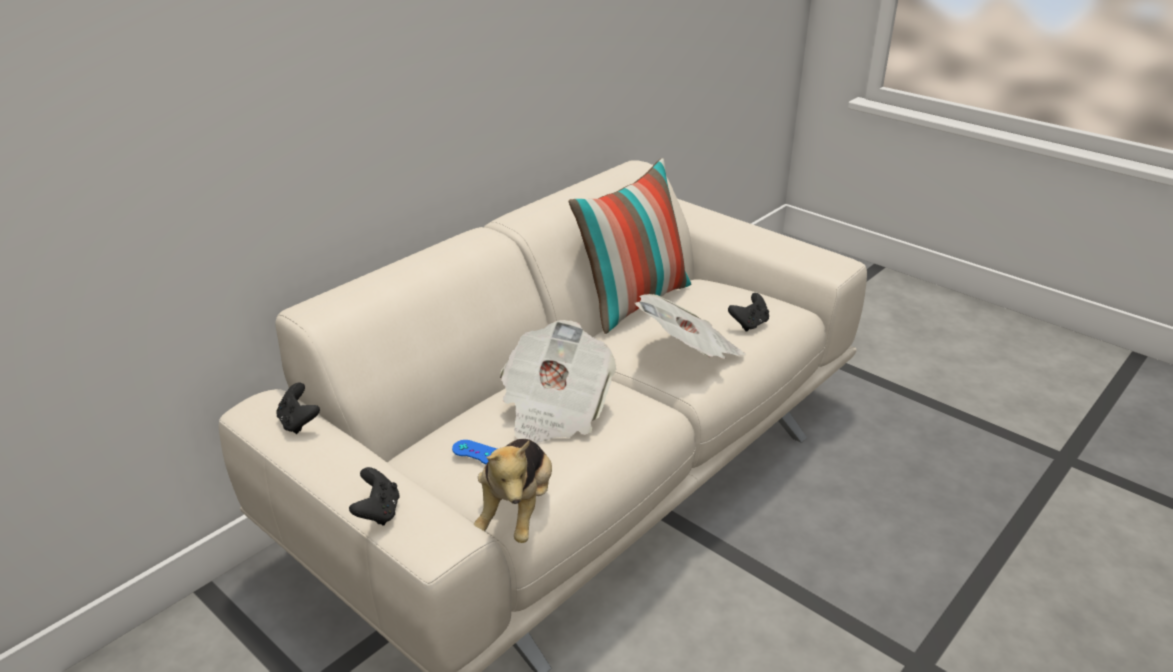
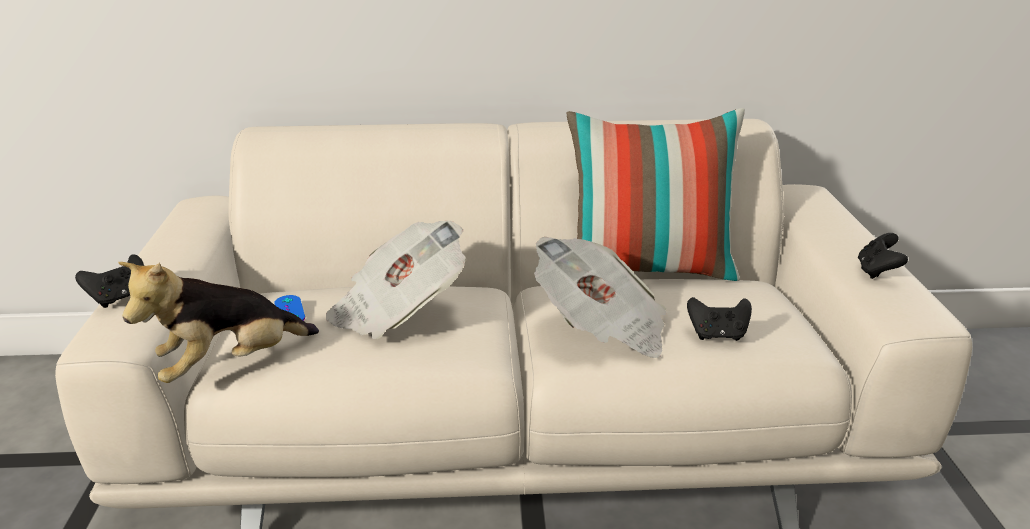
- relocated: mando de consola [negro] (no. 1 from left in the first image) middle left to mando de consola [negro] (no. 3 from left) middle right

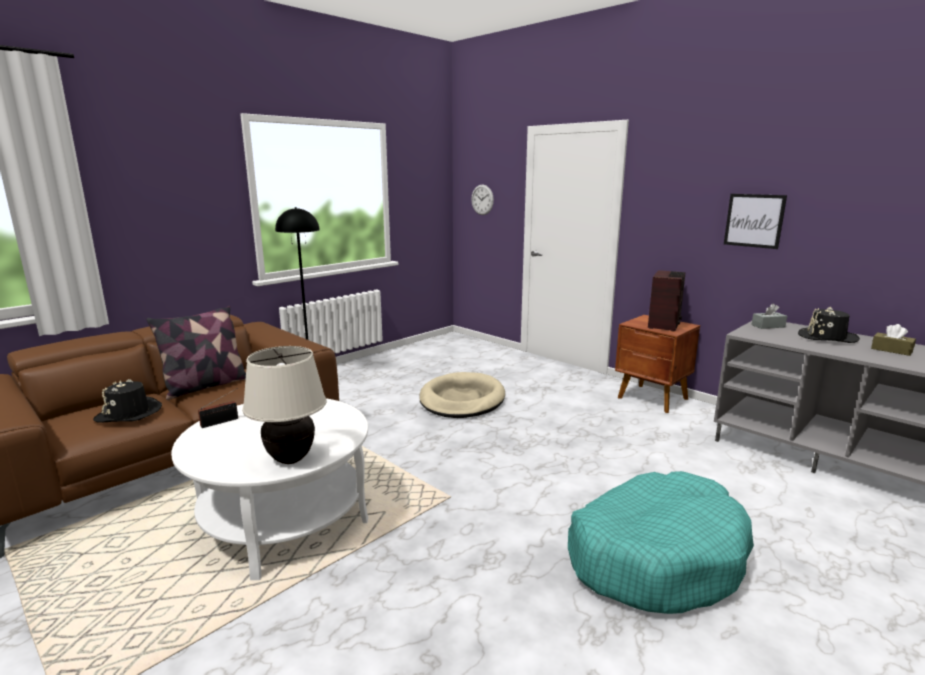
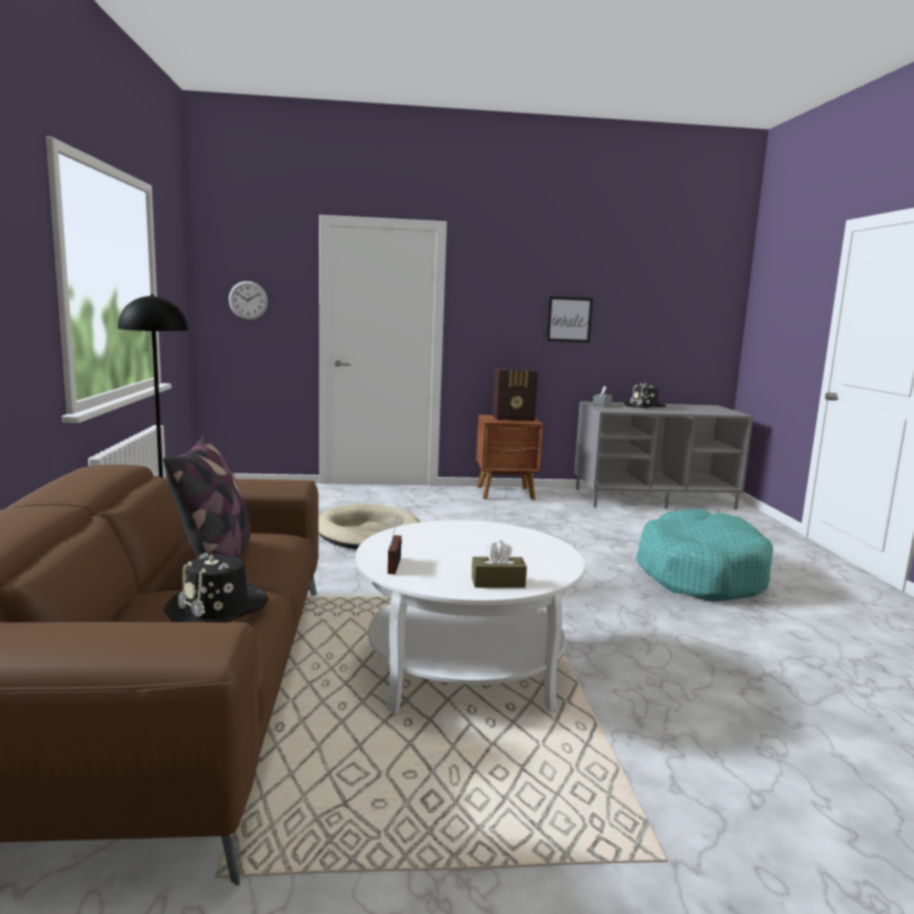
- relocated: caja de pañuelos [marrón] middle right to centre
- spun: radio (no. 2 from left) middle right = centre 105 degrees clockwise
- missing: lámpara de mesa [beis] middle left

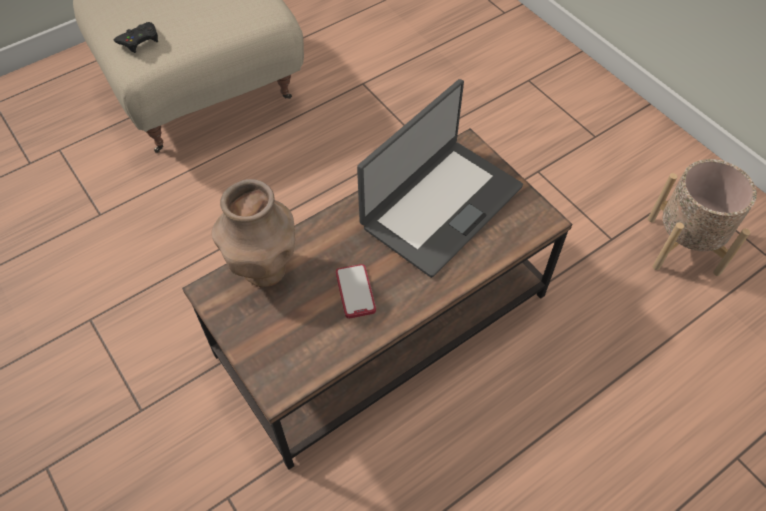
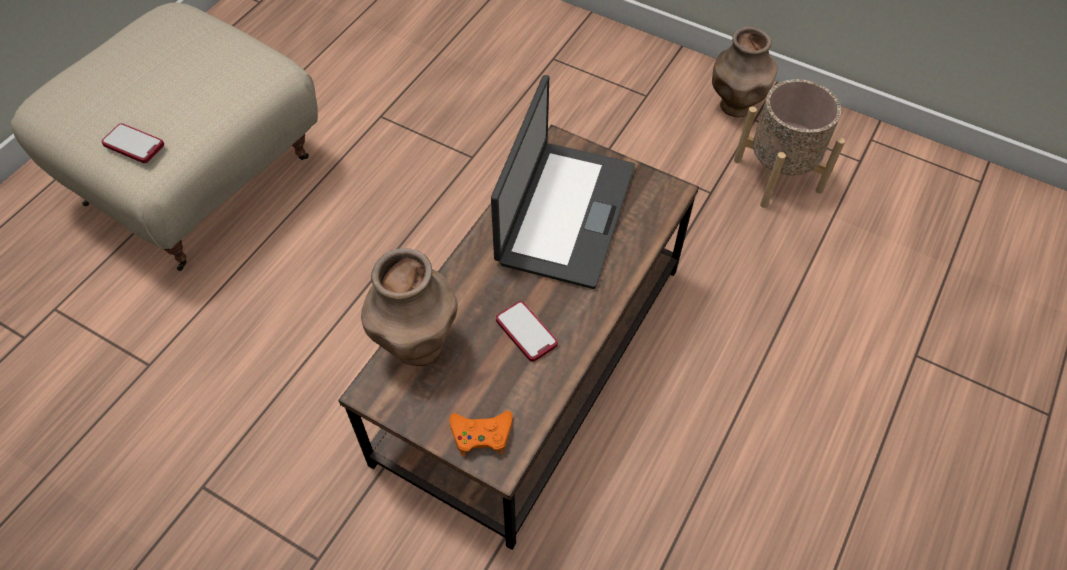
- exchanged: mando de consola [negro] top left to móvil (no. 1 from left) top left
- appeared: mando de consola [naranja] bottom centre
- appeared: florero [marrón] (no. 2 from left) top right

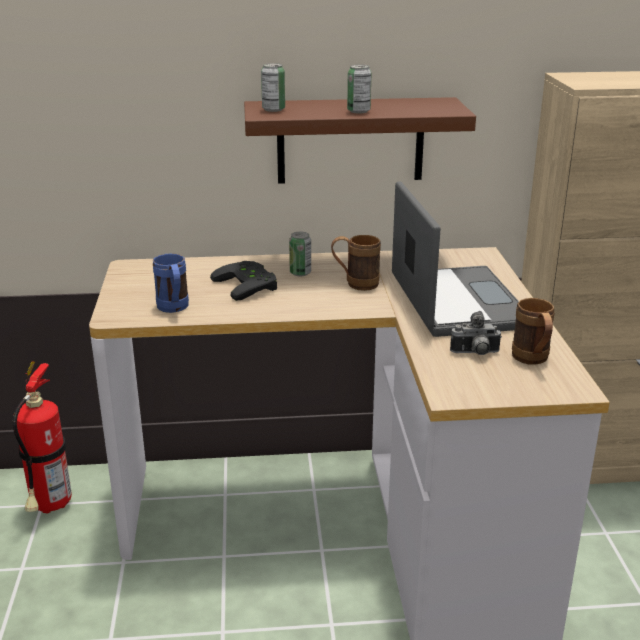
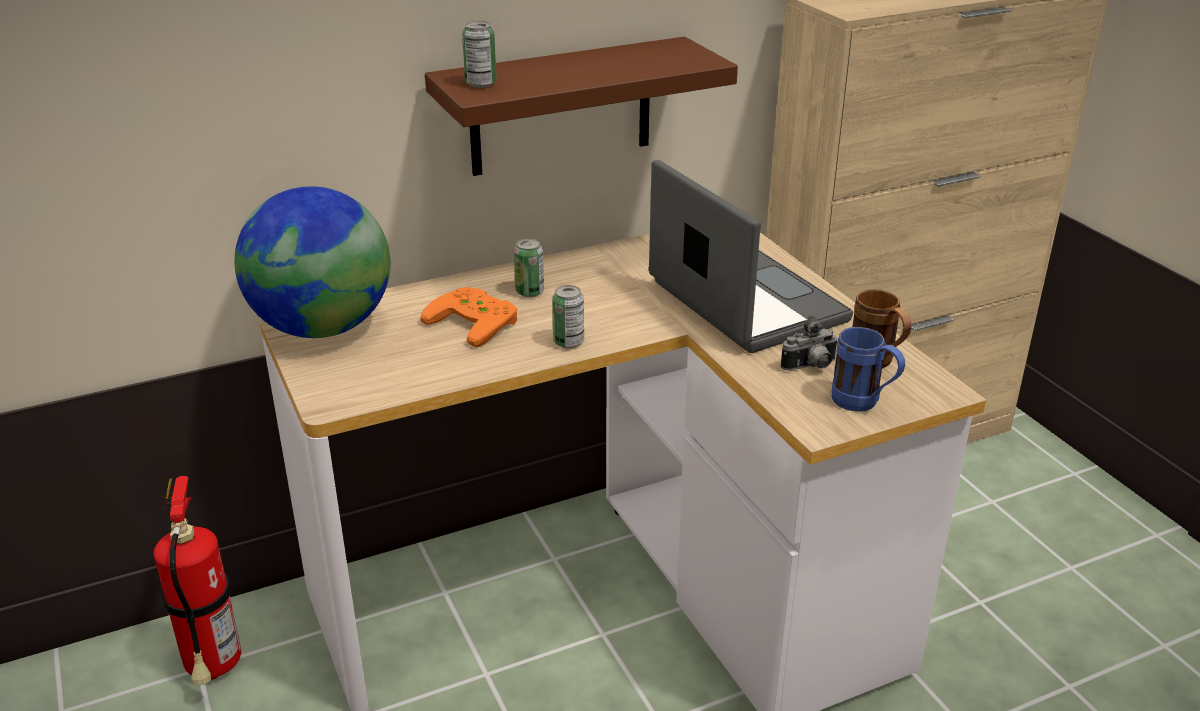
- appeared: globo terráqueo middle left
- colour: mando de consola [negro] centre to mando de consola [naranja] centre
- relocated: lata (no. 3 from left) top centre to centre
- relocated: taza grande [azul] middle left to middle right
- missing: taza grande [marrón] (no. 1 from left) centre

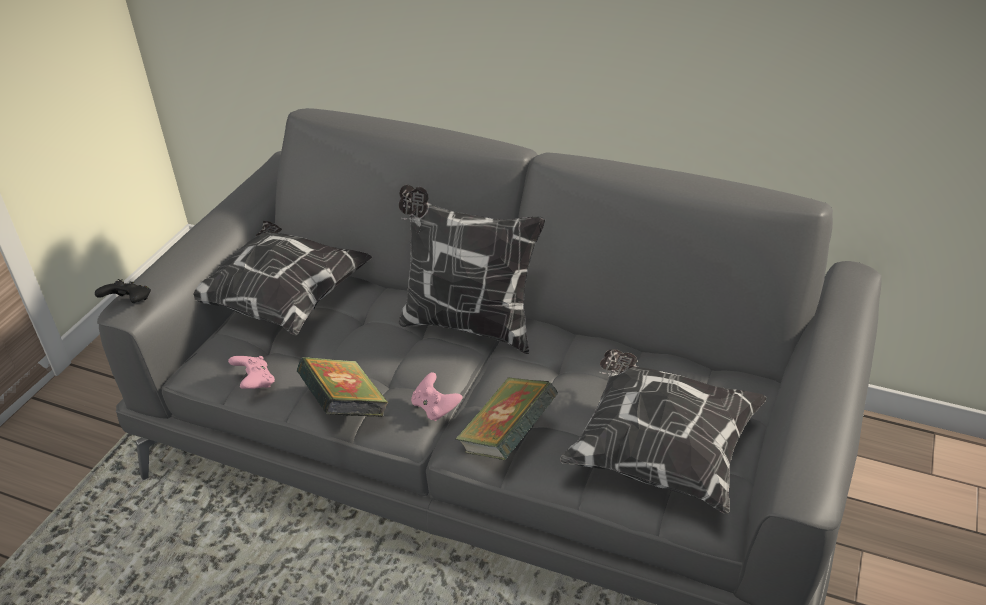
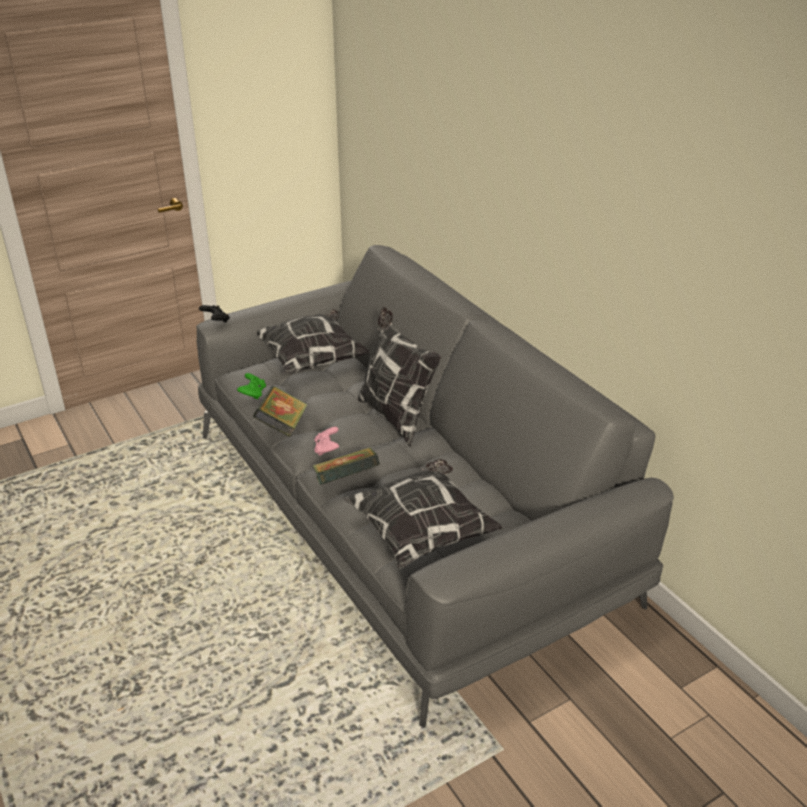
- colour: mando de consola [rosa] (no. 1 from left) middle left to mando de consola [verde] middle left

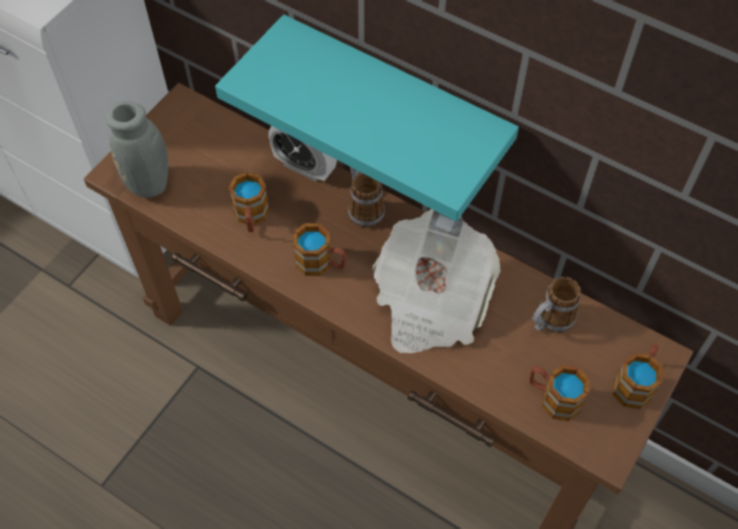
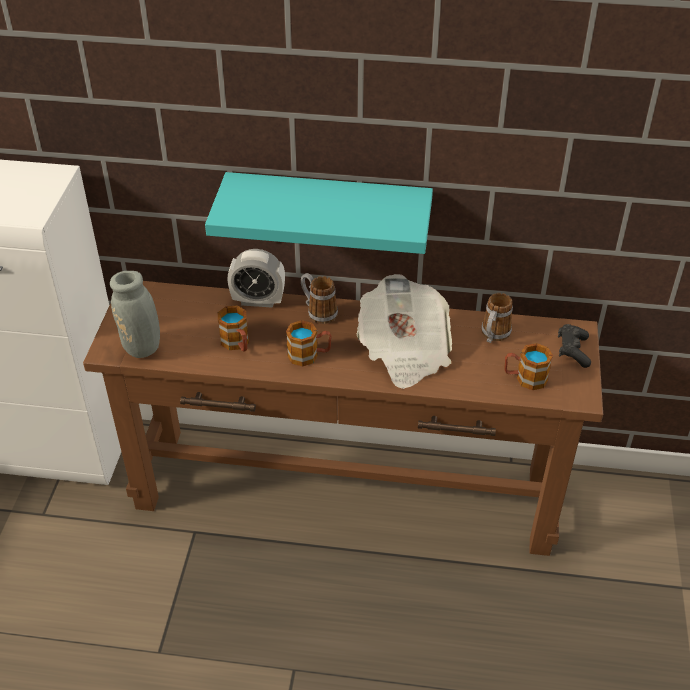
- exchanged: taza grande (no. 6 from left) bottom right to mando de consola [negro] middle right

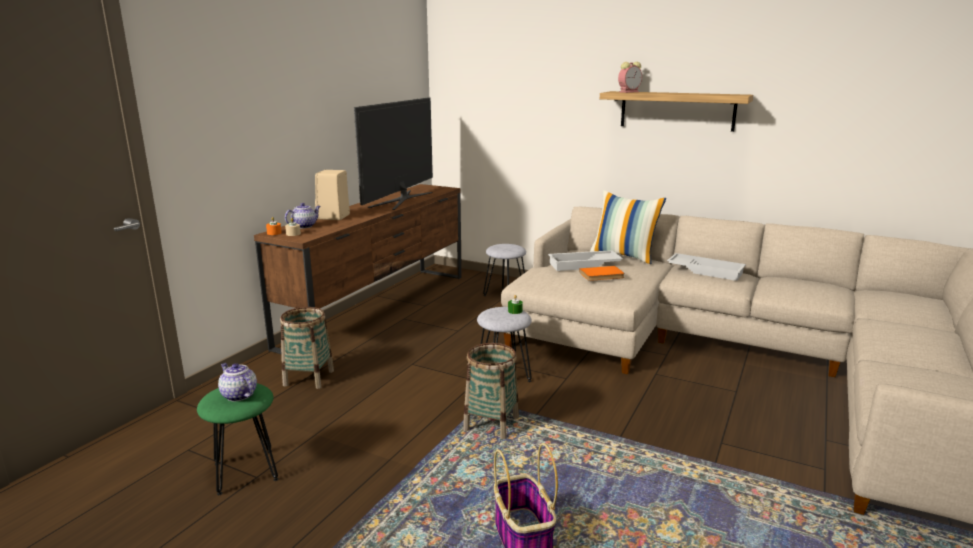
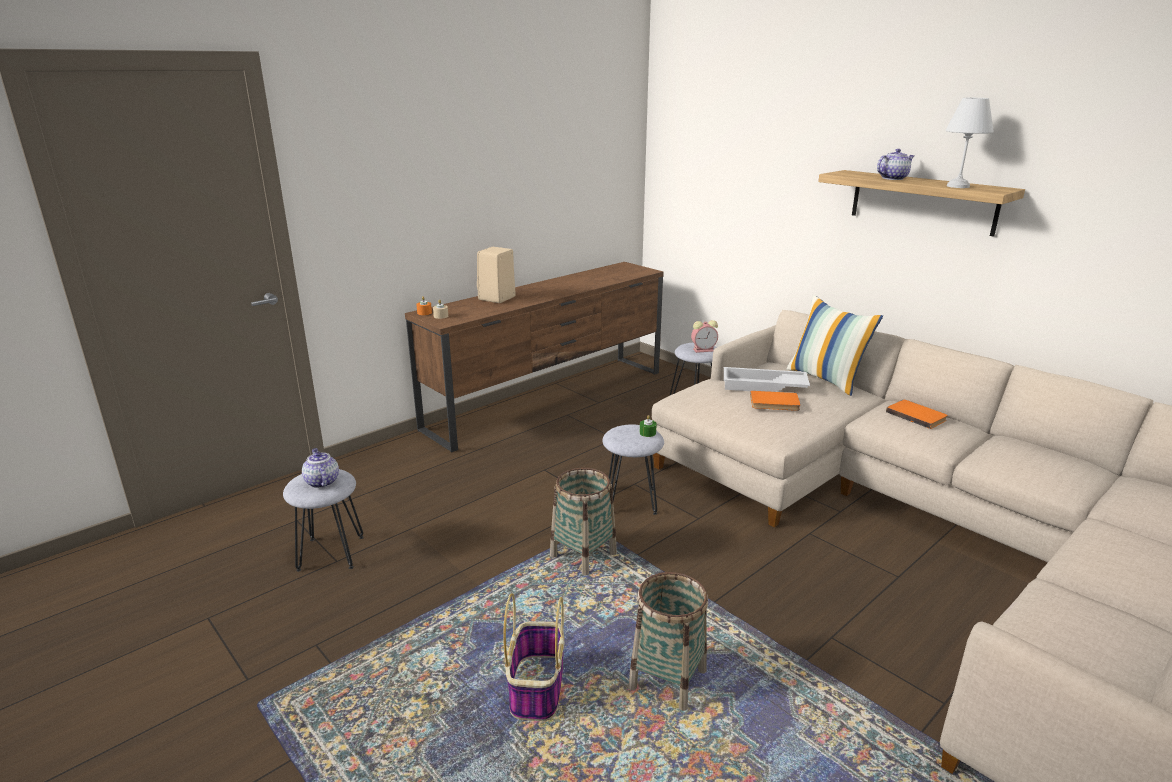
- colour: taburete [verde] bottom left to taburete [gris] (no. 1 from left) middle left
- relocated: cesta (no. 1 from left in the first image) middle left to cesta (no. 3 from left) bottom centre
- relocated: despertador top centre to centre
- relocated: tetera (no. 2 from left) middle left to top right
- exchanged: bandeja [blanco] (no. 2 from left) middle right to libro [naranja] (no. 2 from left) middle right
- appeared: lámpara de mesa [blanco] top right
- missing: televisor top centre

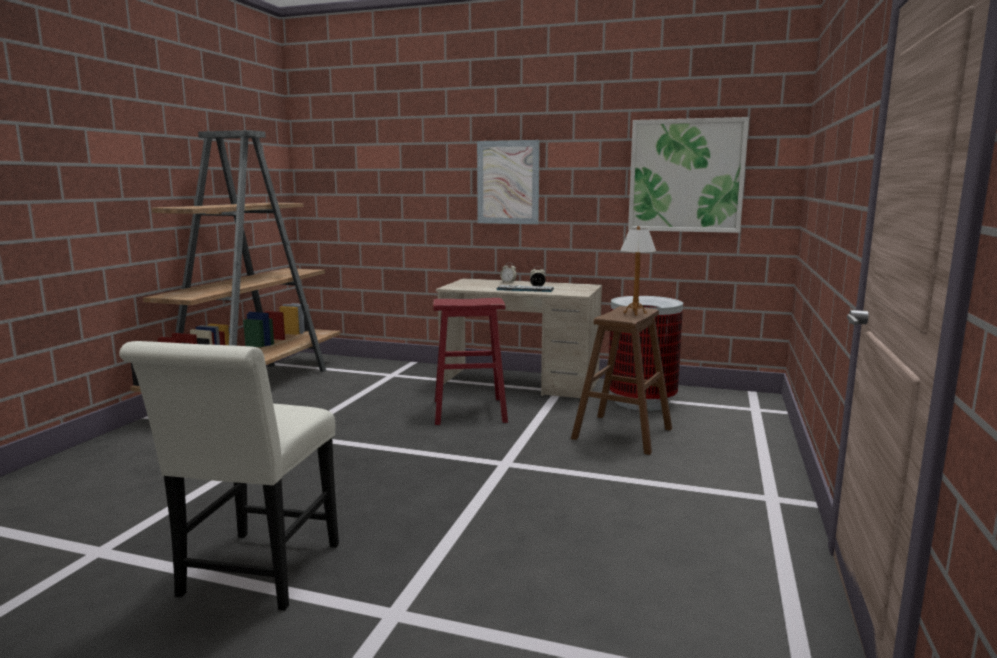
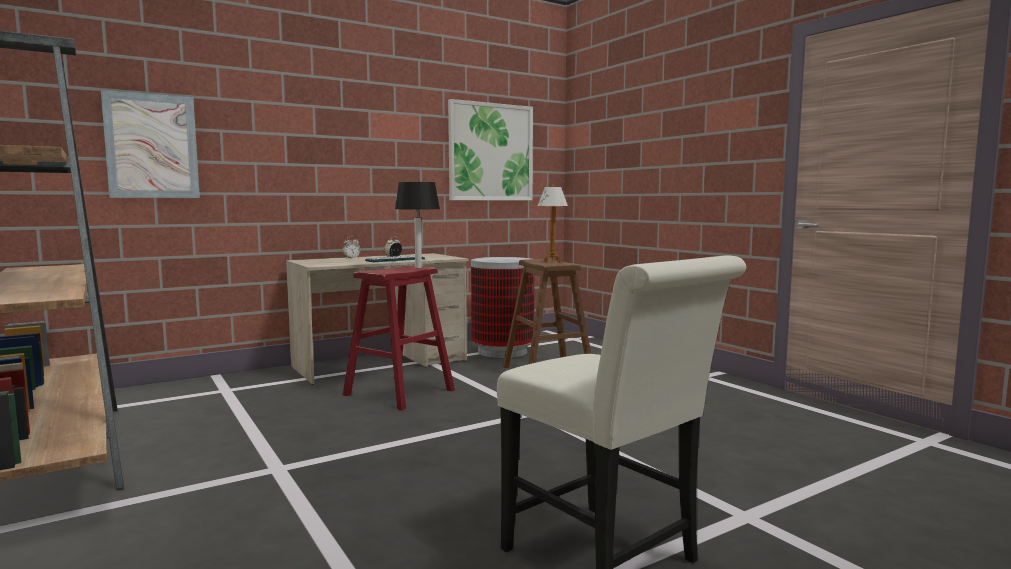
- relocated: cuadro (no. 1 from left) top centre to top left
- appeared: lámpara de mesa (no. 1 from left) centre

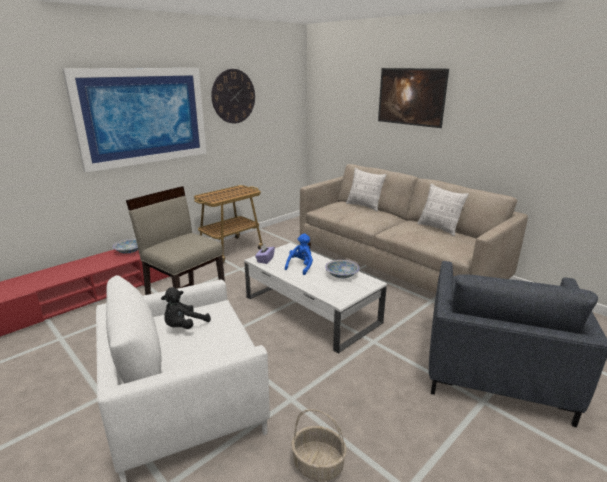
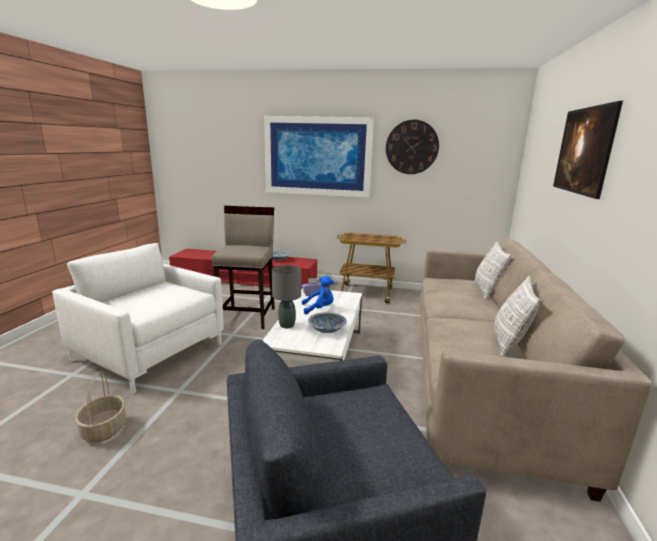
- appeared: lámpara de mesa [gris] centre
- missing: peluche [negro] middle left

